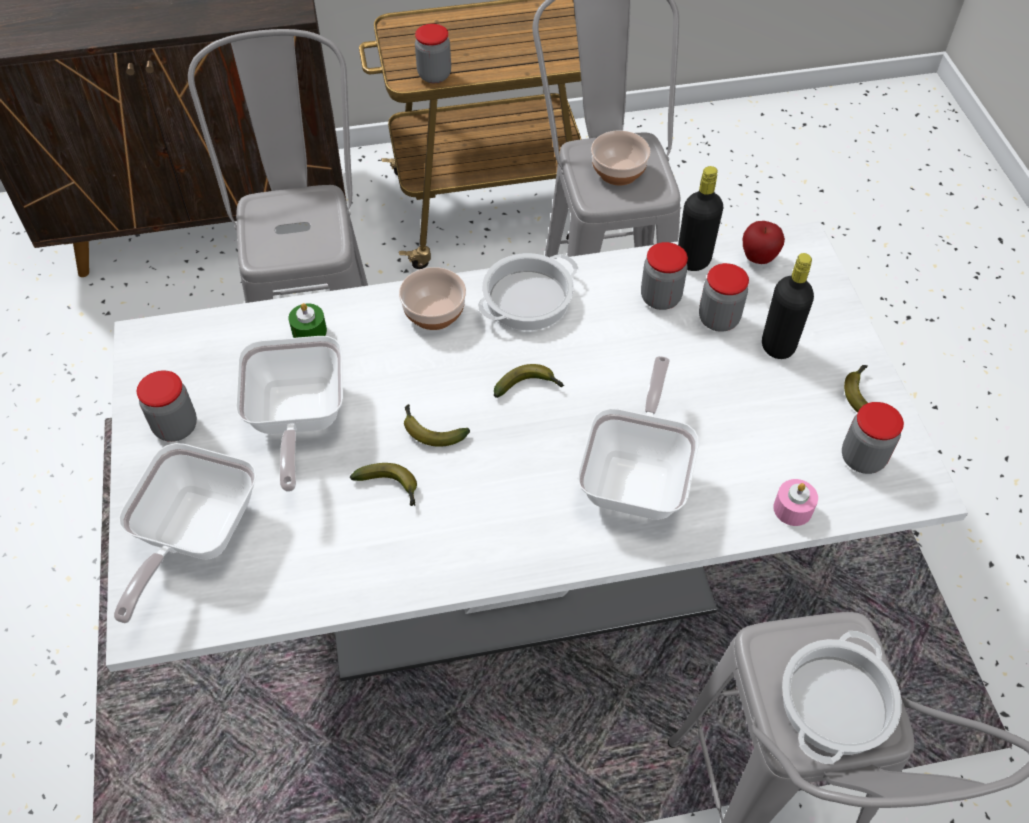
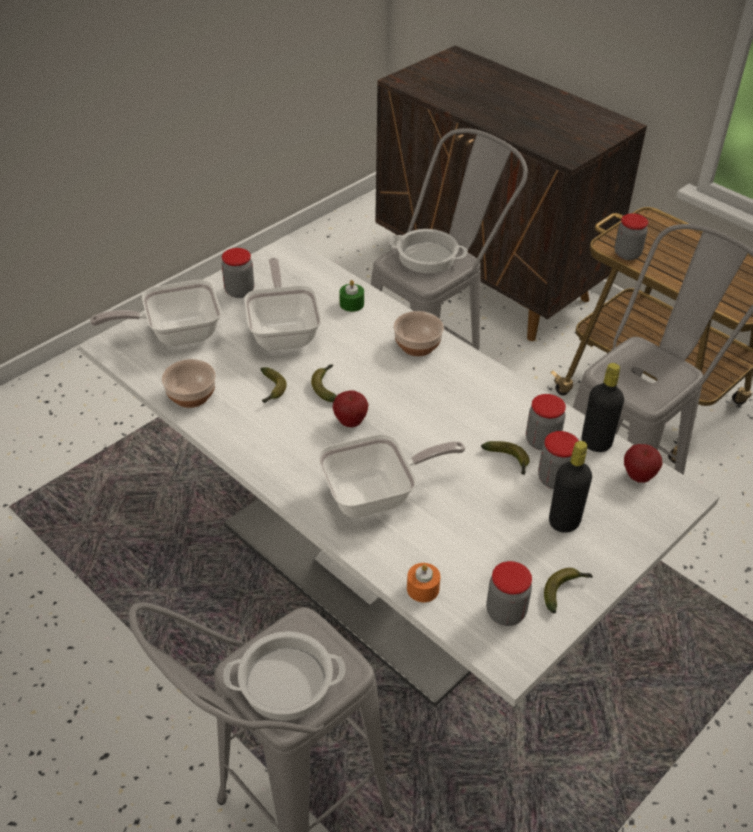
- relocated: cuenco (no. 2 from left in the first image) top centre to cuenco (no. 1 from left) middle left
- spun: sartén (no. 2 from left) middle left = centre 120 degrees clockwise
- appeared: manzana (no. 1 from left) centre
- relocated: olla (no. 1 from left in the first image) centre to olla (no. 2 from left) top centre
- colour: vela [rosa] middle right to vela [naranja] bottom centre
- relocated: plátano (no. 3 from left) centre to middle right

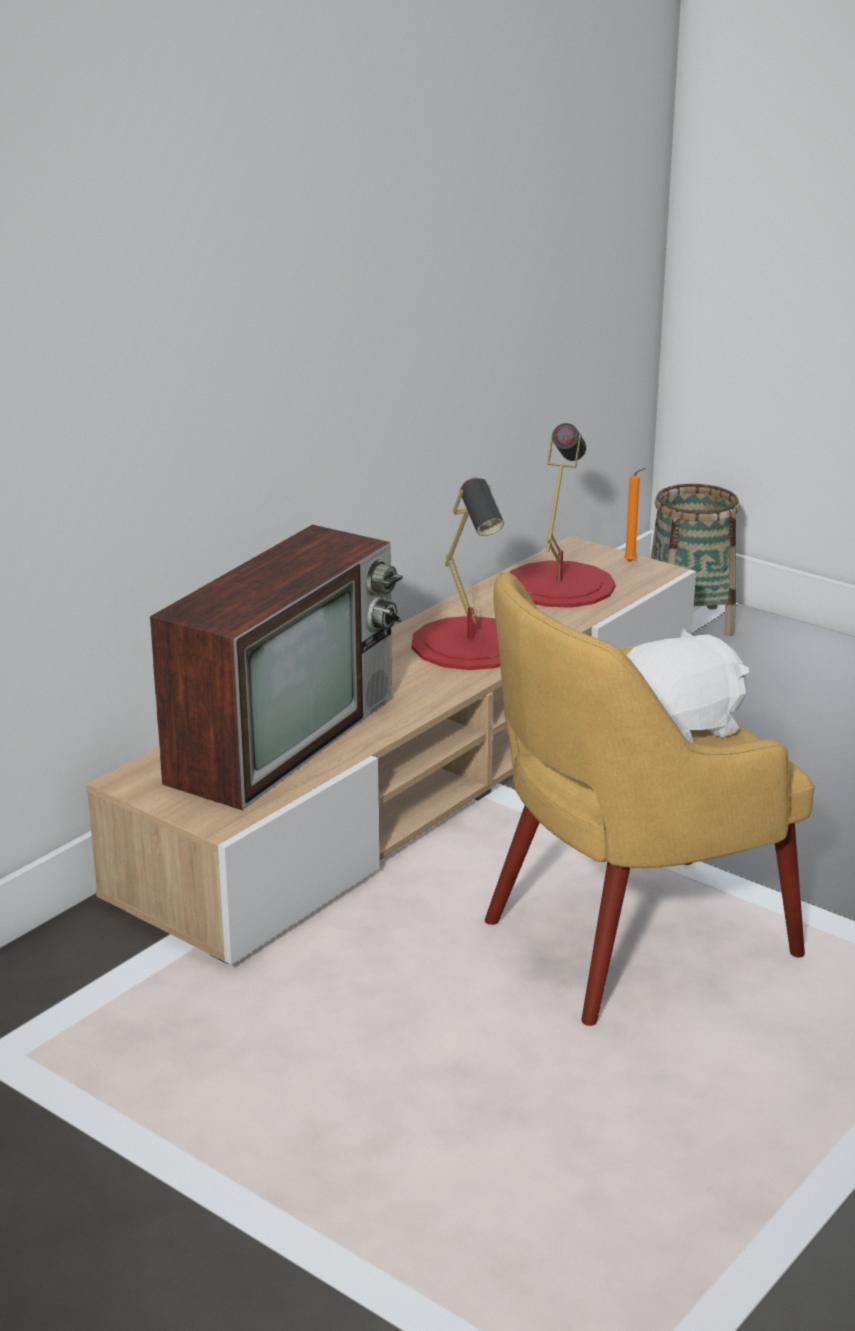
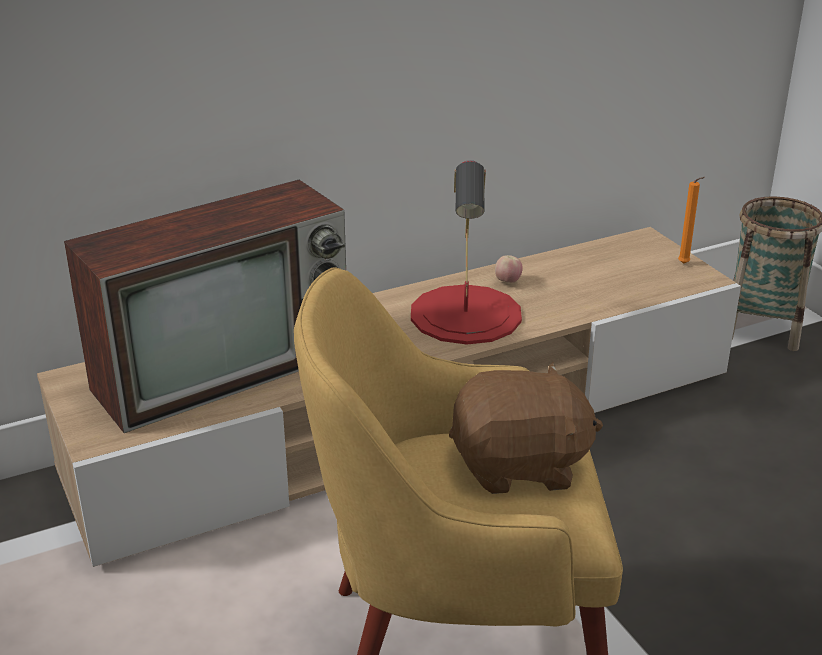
- colour: peluche [blanco] middle right to peluche [marrón] centre
- appeared: manzana centre
- missing: lámpara de mesa [rojo] (no. 2 from left) centre

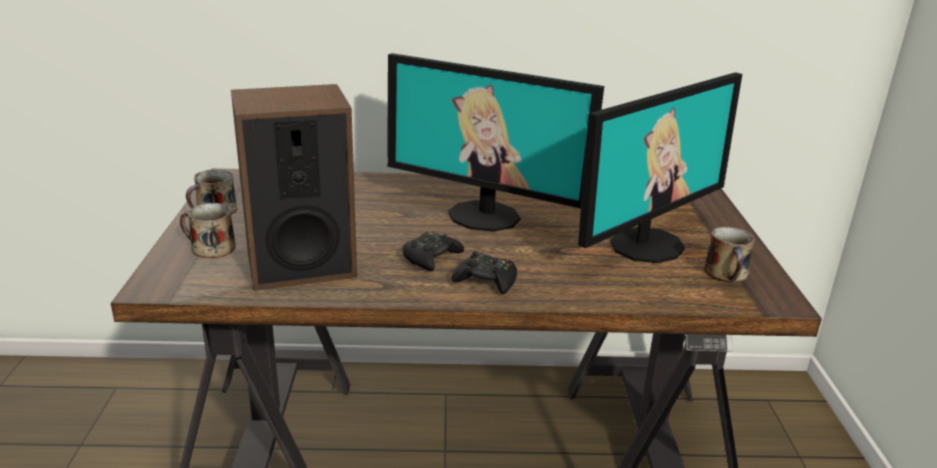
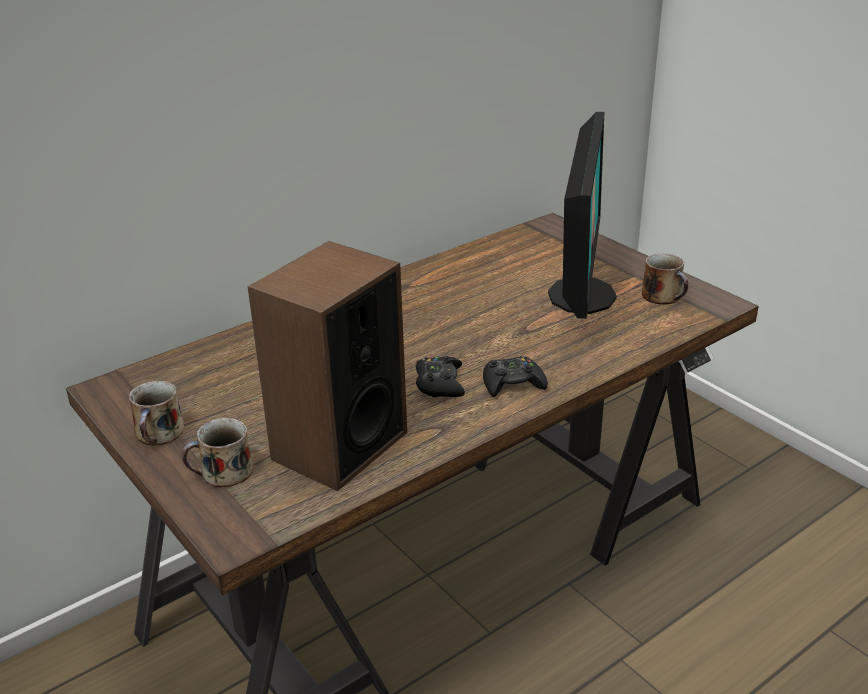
- missing: monitor (no. 1 from left) top centre

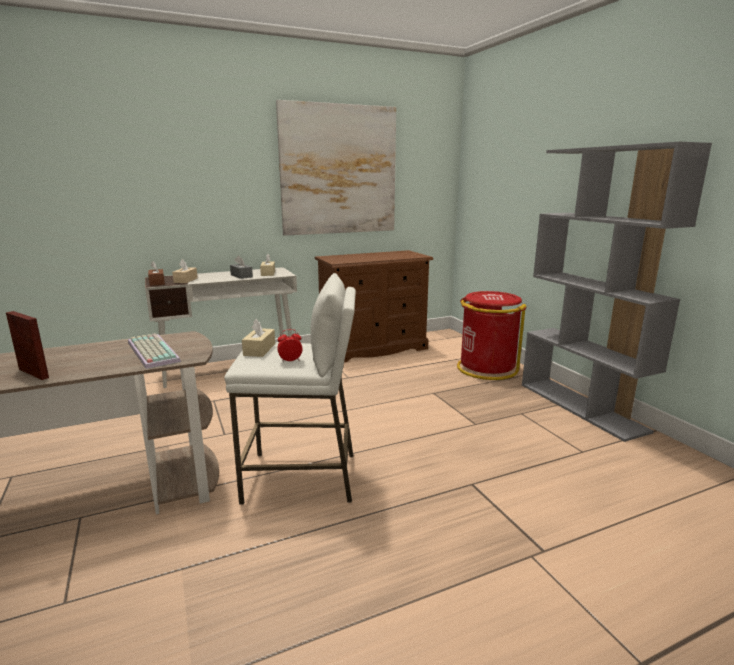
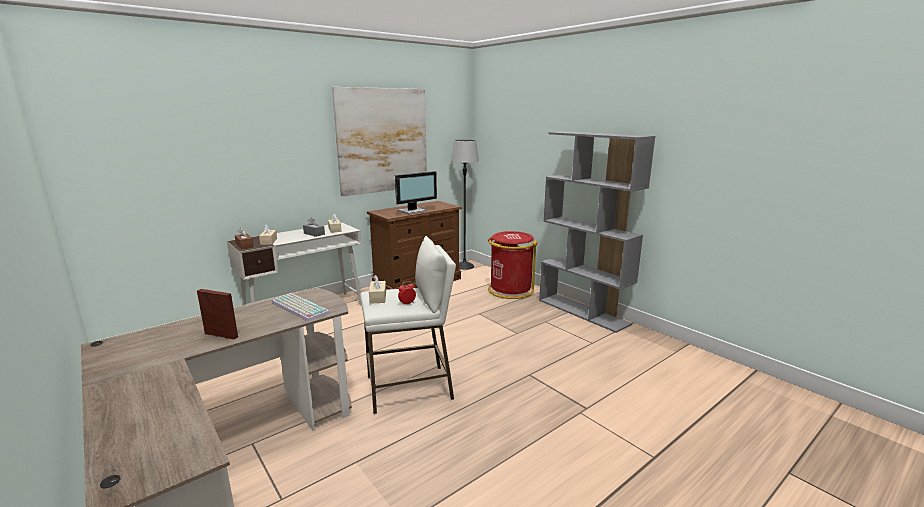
- appeared: monitor centre
- appeared: lámpara de pie centre

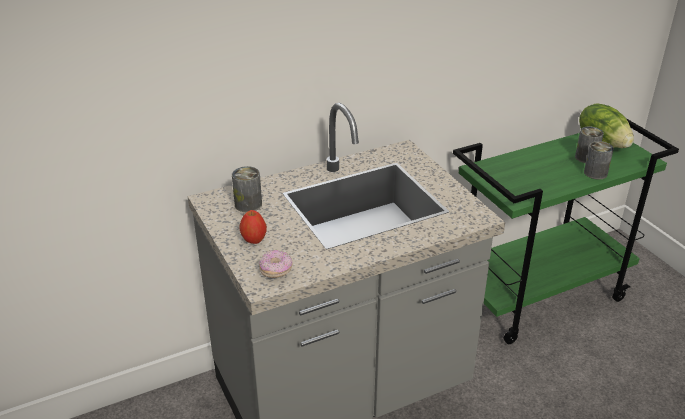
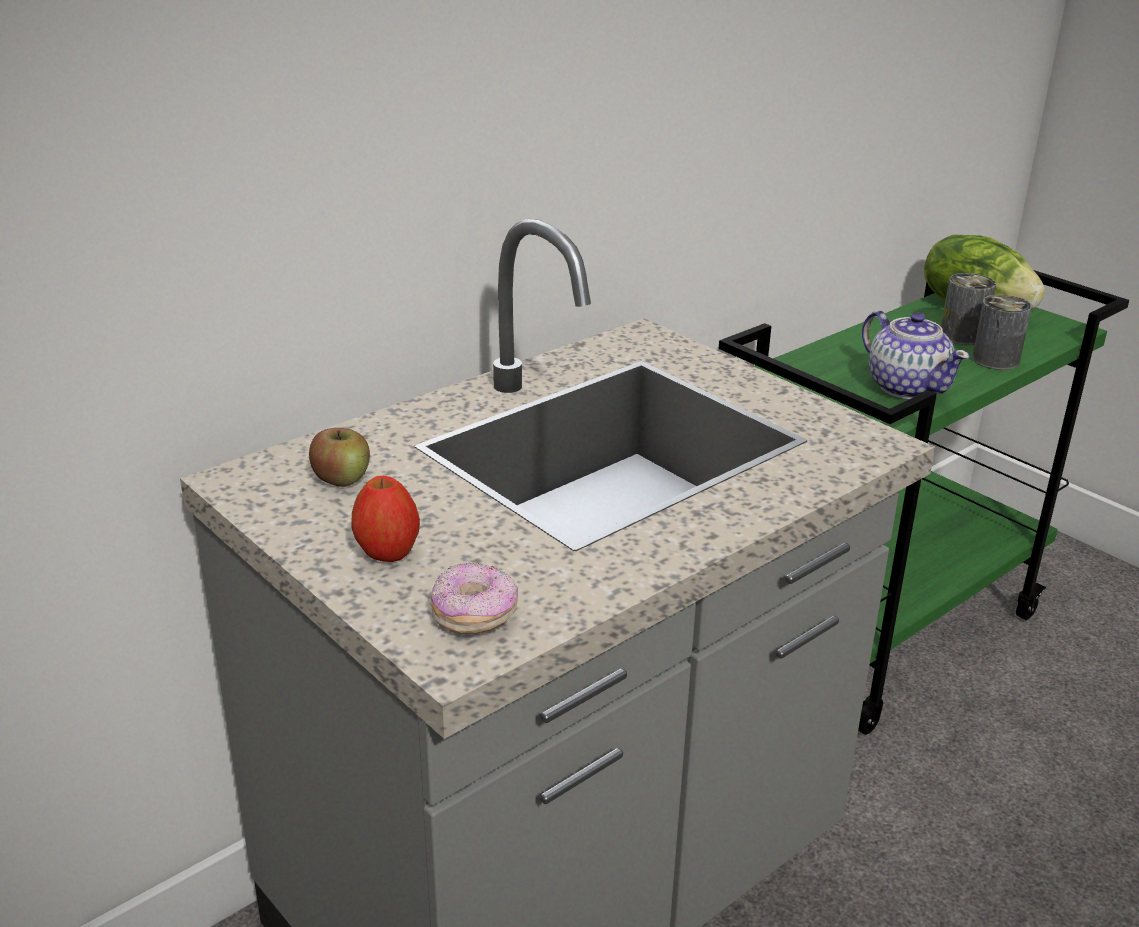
- exchanged: lata (no. 1 from left) centre to manzana (no. 1 from left) middle left
- appeared: tetera middle right

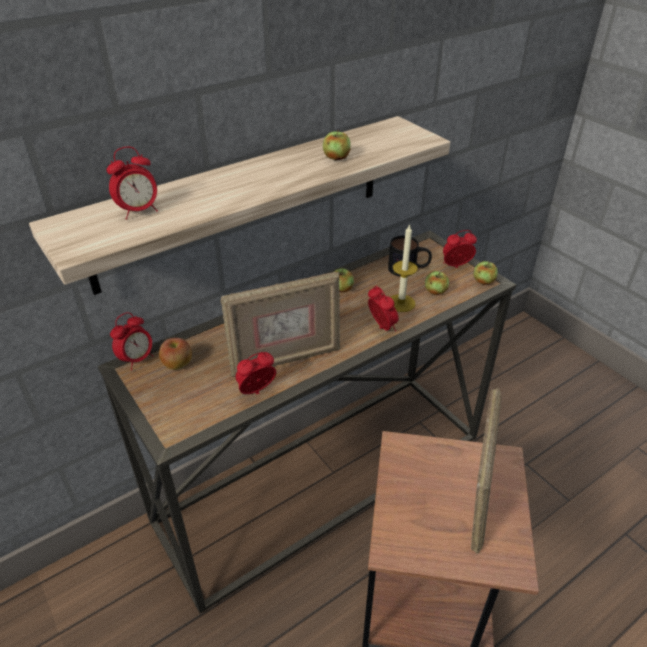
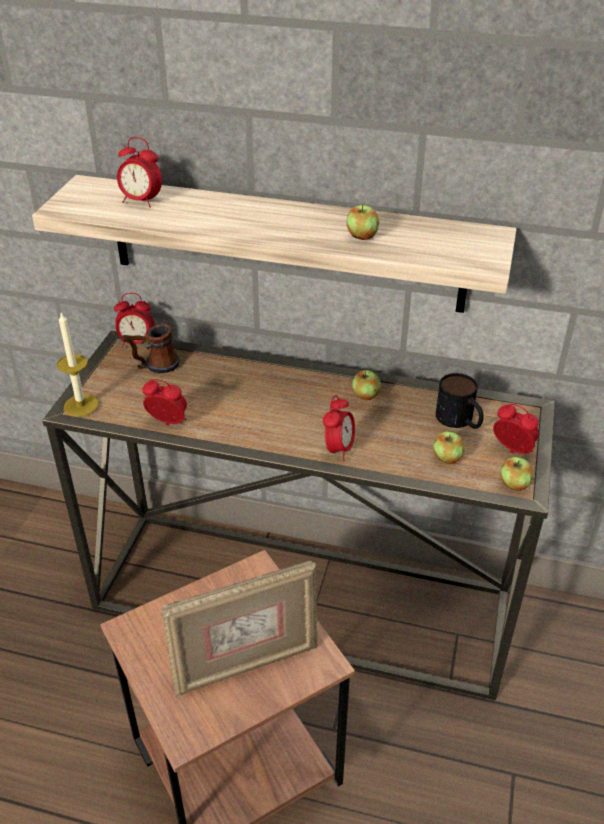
- relocated: vela centre to middle left
- exchanged: manzana (no. 1 from left) middle left to taza grande (no. 1 from left) middle left
- missing: portarretratos (no. 1 from left) centre

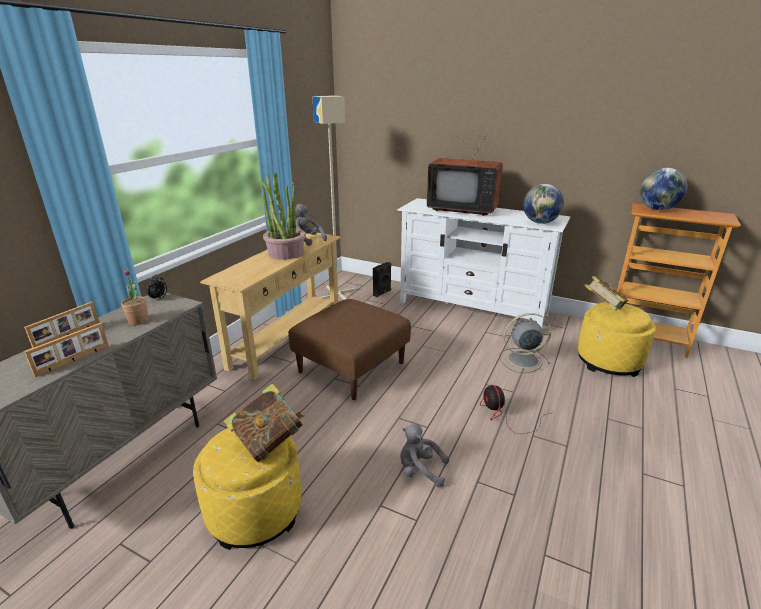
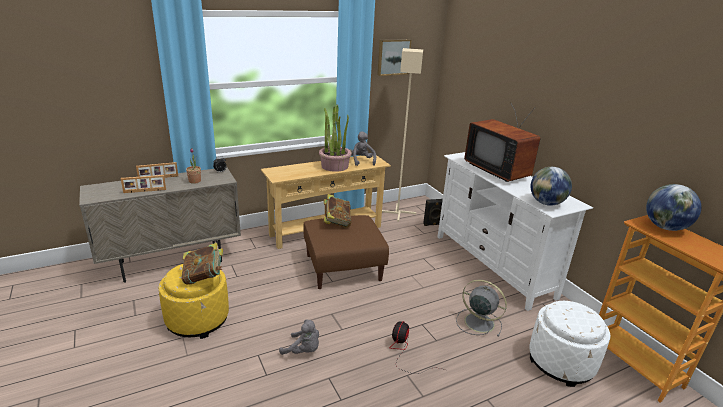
- spun: peluche [gris] (no. 2 from left in the first image) bottom centre = bottom centre 150 degrees clockwise
- relocated: libro (no. 2 from left) middle right to centre
- appeared: cuadro top centre
- colour: puf [amarillo] (no. 2 from left) middle right to puf [blanco] bottom right

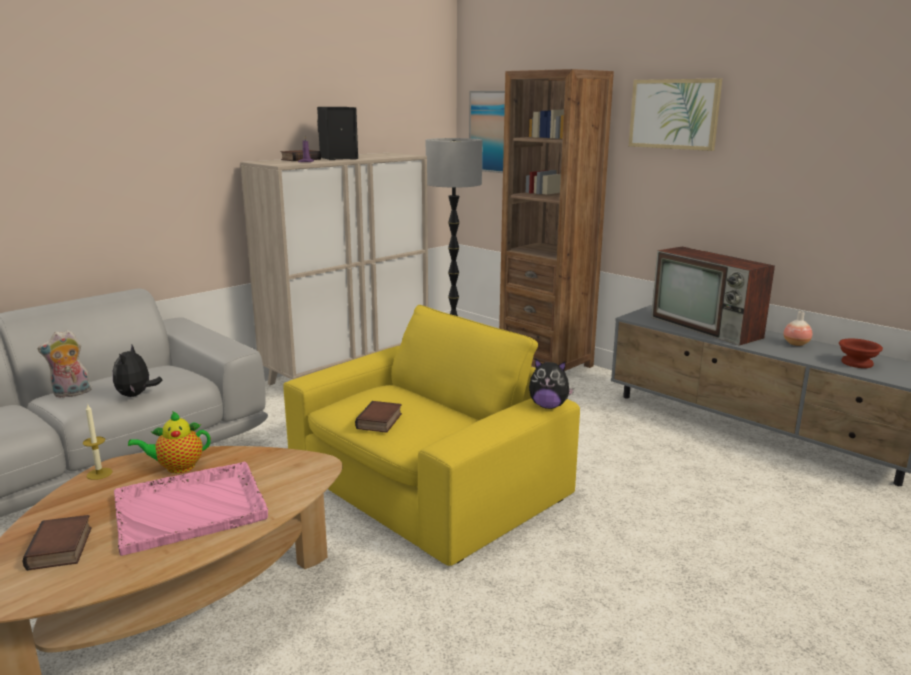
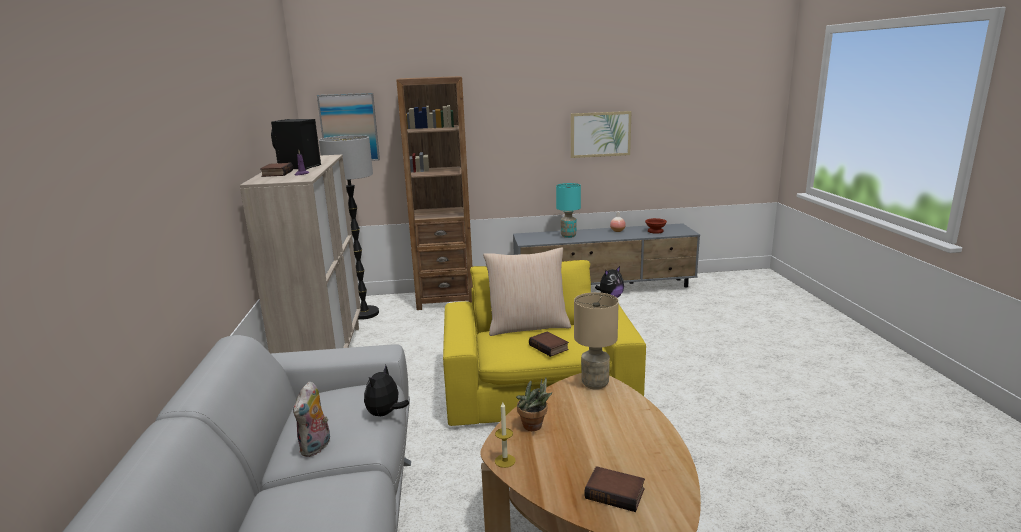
- spun: peluche (no. 2 from left) middle left = bottom centre 75 degrees clockwise
- appeared: cojín [beis] centre
- exchanged: tetera middle left to planta en maceta bottom centre
- exchanged: televisor middle right to lámpara de mesa [turquesa] centre
- relocated: cuadro (no. 2 from left) top right to top centre
- appeared: lámpara de mesa [beis] centre
- missing: bandeja [rosa] bottom left

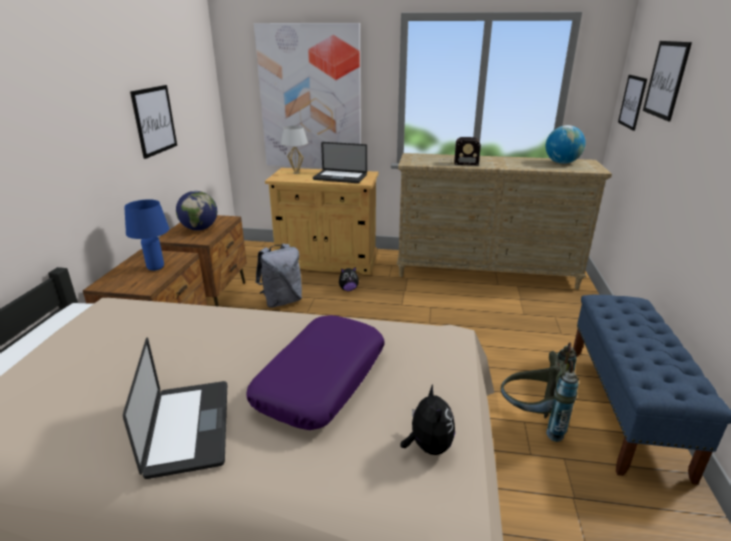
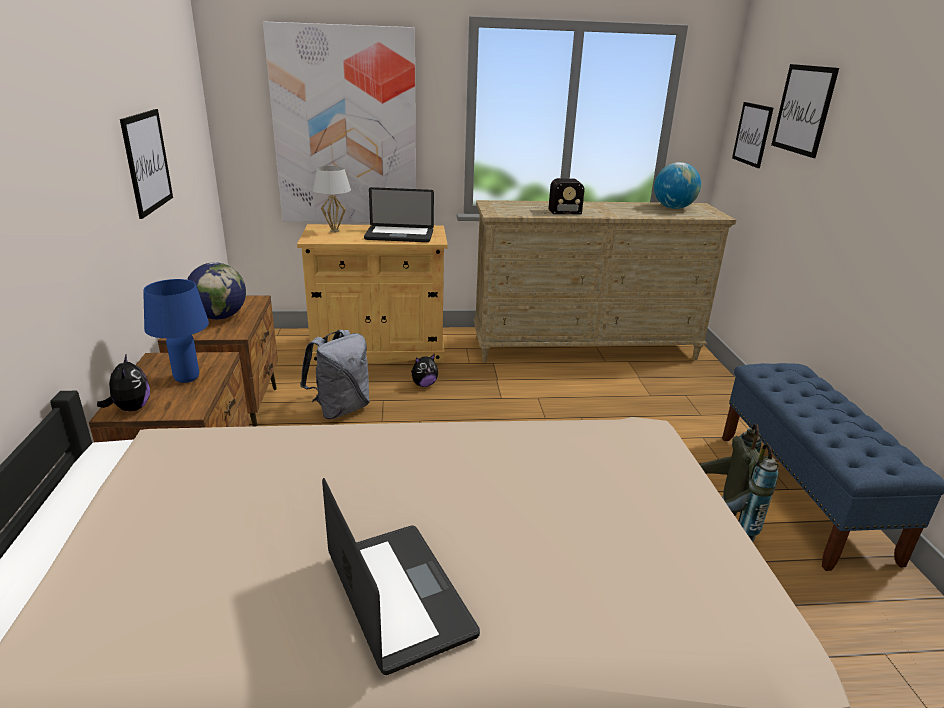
- relocated: peluche (no. 2 from left in the first image) bottom centre to peluche (no. 1 from left) middle left
- missing: cojín [morado] bottom centre

